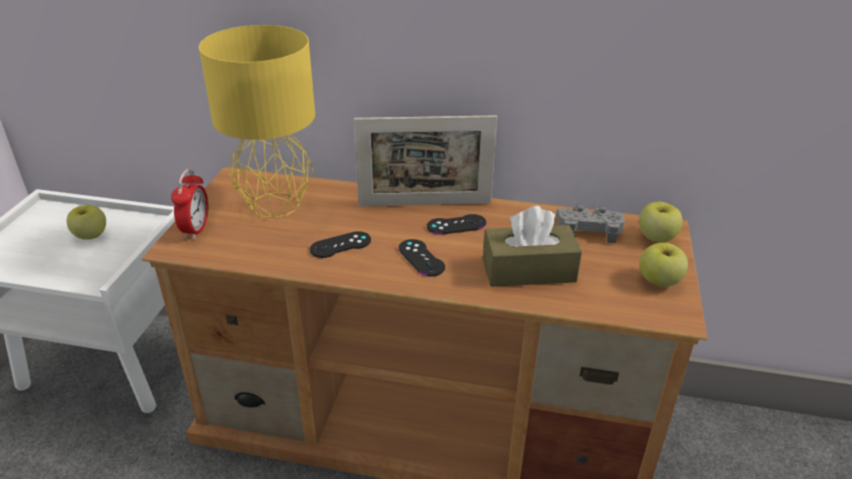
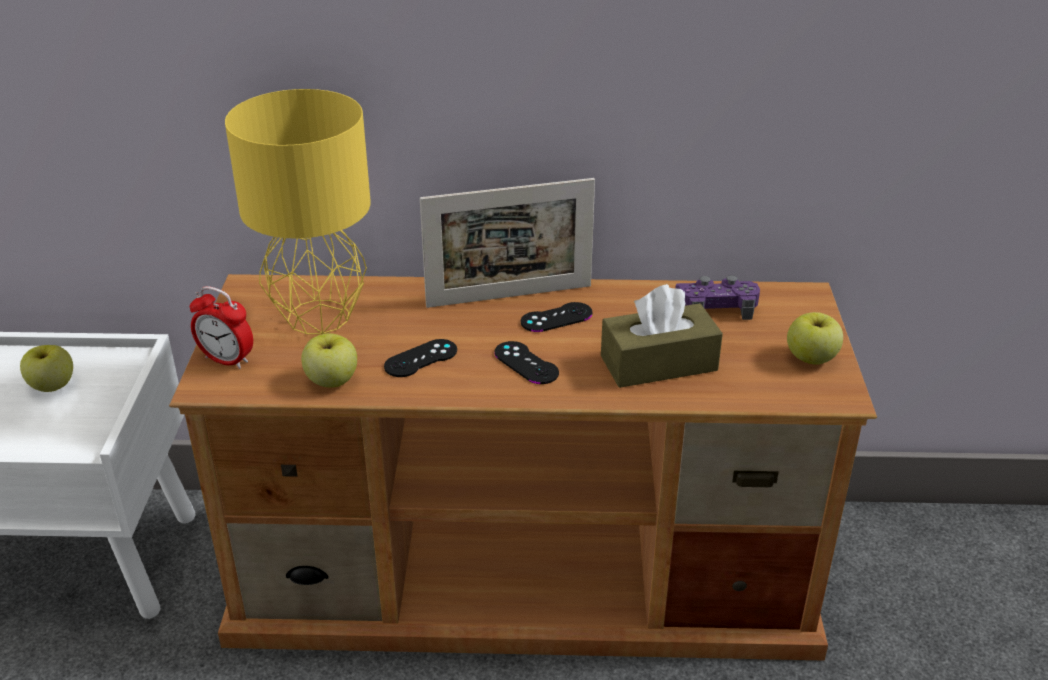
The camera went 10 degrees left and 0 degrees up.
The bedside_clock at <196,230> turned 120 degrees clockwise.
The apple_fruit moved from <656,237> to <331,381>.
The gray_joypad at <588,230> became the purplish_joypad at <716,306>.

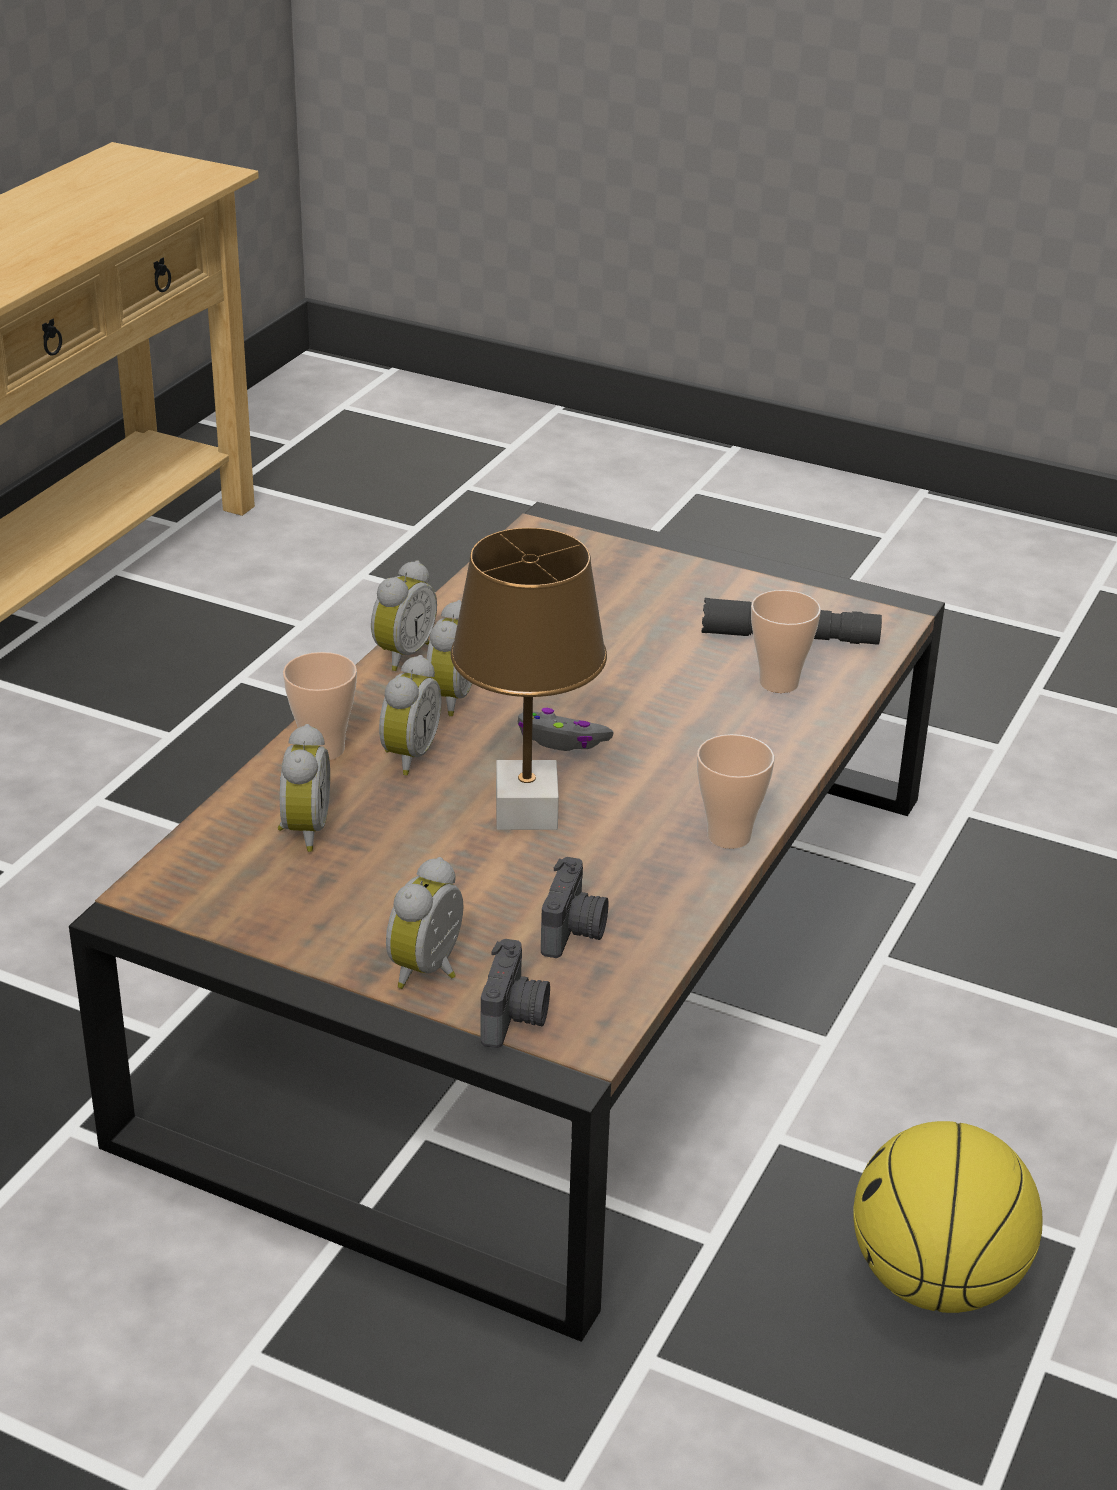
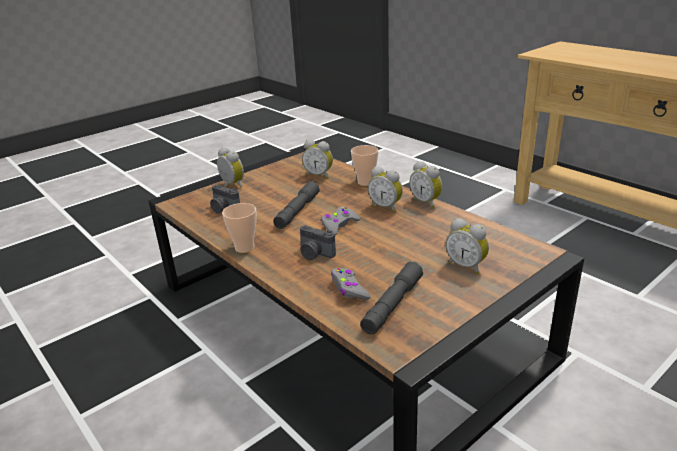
The camera went 115 degrees right and 5 degrees down.
The brown-coloured_lamp_for_a_table at <527,811> was replaced by the gray_torch at <297,211>.
The cup at <779,683> was replaced by the gray_joypad at <349,289>.
The bedside_clock moved from <406,756> to <466,266>.
The photo_camera moved from <515,1017> to <315,254>.
The ball_for_basketball at <935,1281> disappeared.

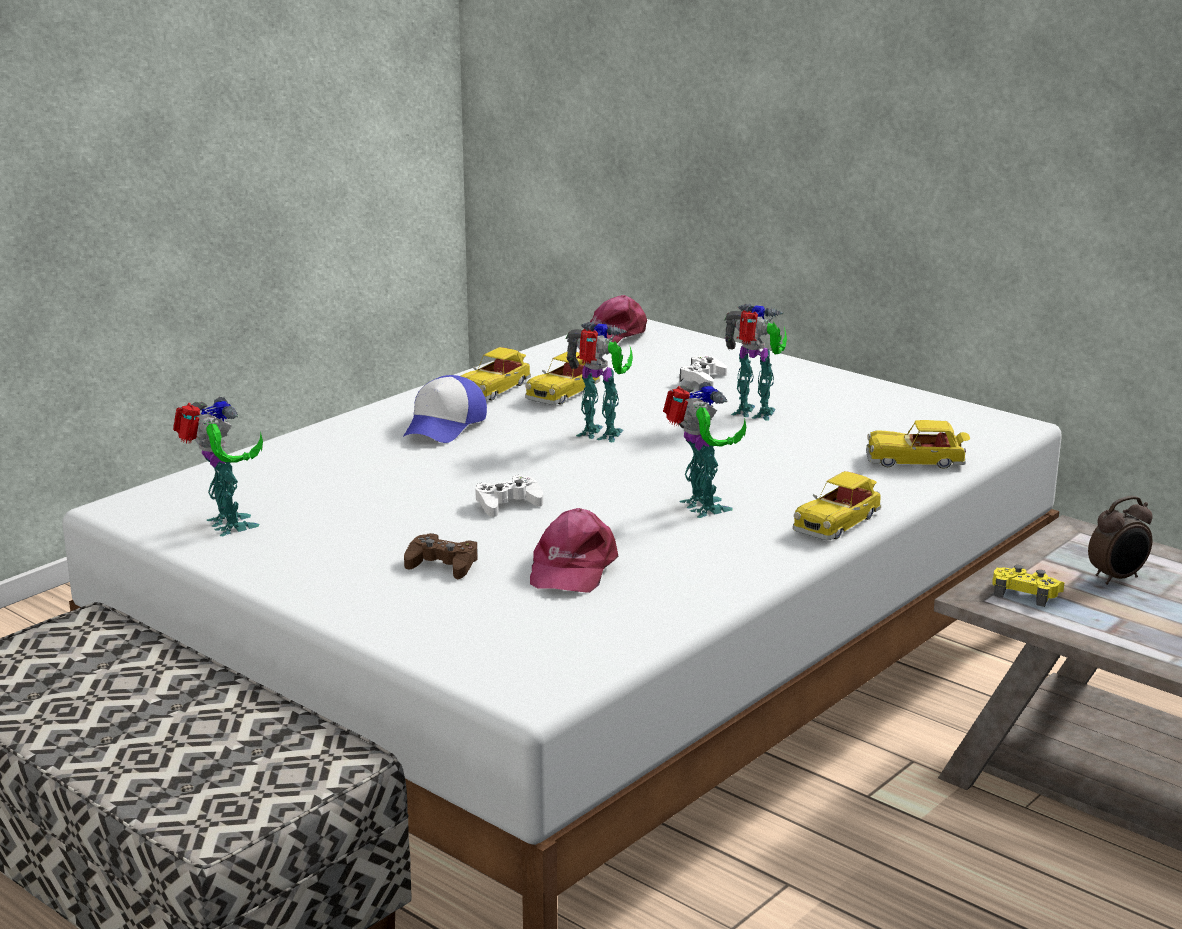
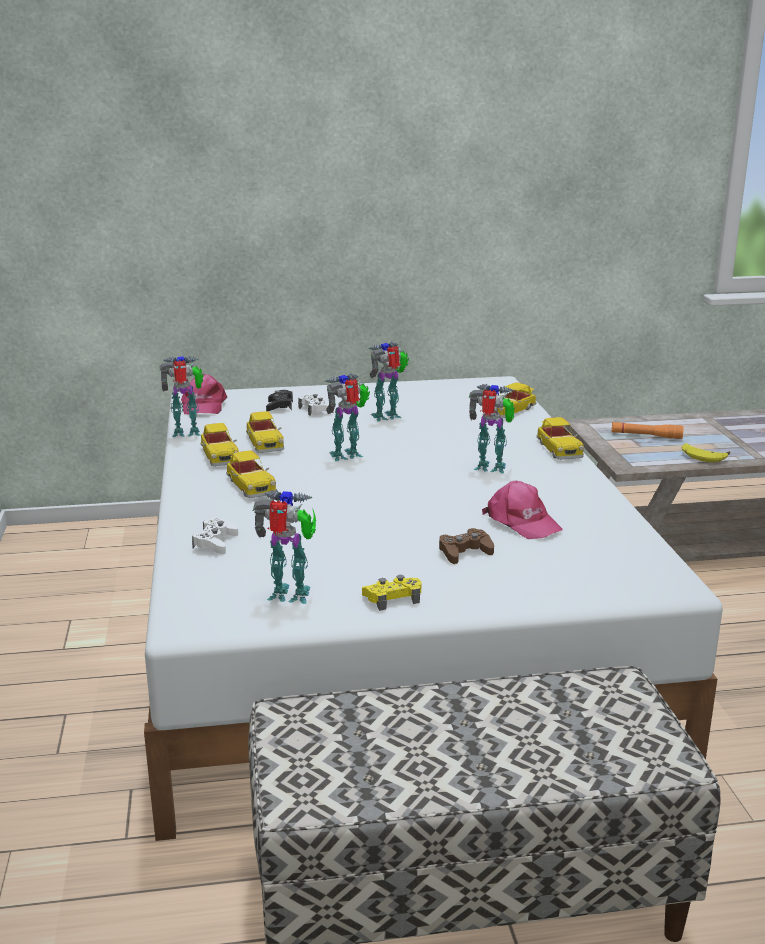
The camera went 50 degrees left and 0 degrees up.
The cap at <445,426> was replaced by the miniature_car at <250,485>.
The whitish_joypad moved from <507,504> to <215,542>.
The bedside_clock at <1117,578> was replaced by the orange_torch at <646,436>.
The yellowish_joypad moved from <1026,593> to <392,598>.
The robot_figure at <188,433> appeared.
The black-coloured_joypad at <279,406> appeared.
The whole_banana at <704,456> appeared.

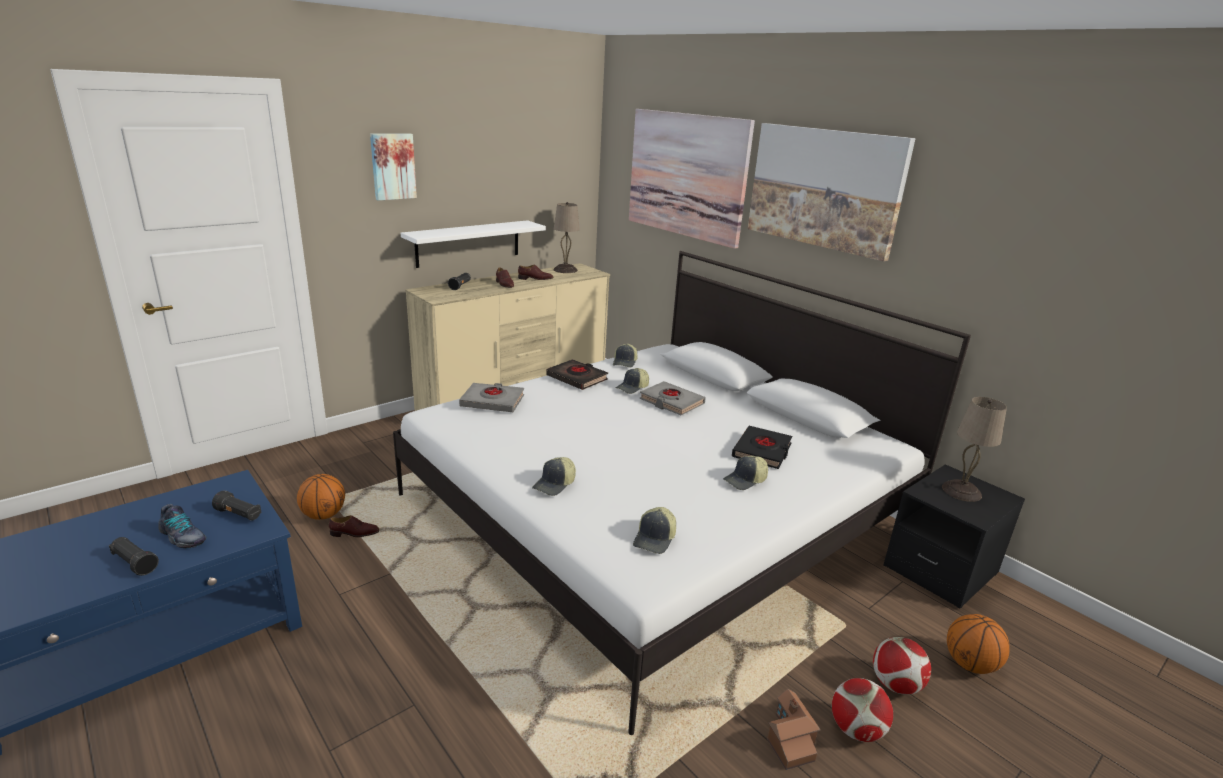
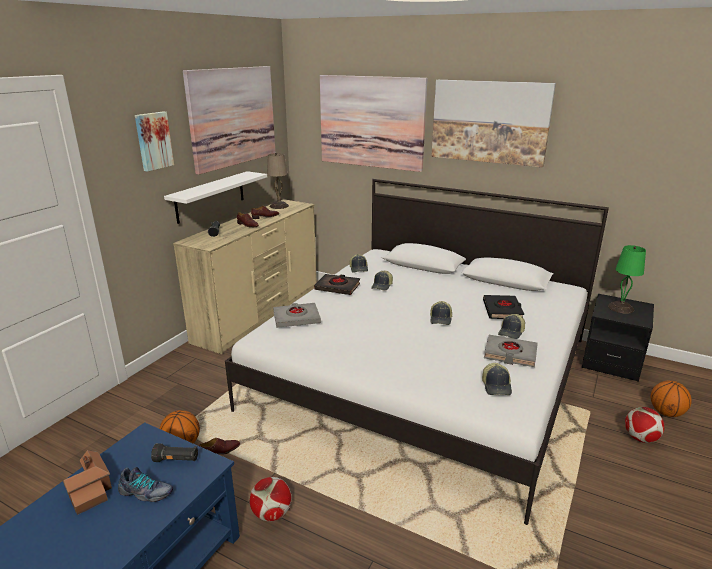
The camera went 20 degrees left and 0 degrees up.
The gray_book moved from <671,402> to <510,354>.
The beige_lamp_for_a_table at <960,491> became the green_lamp_for_a_table at <620,308>.
The cap moved from <555,484> to <441,319>.
The black-coloured_torch at <135,563> disappeared.
The football_ball moved from <856,730> to <272,514>.
The toy_house moved from <789,739> to <90,490>.
The wall_art at <233,117> appeared.

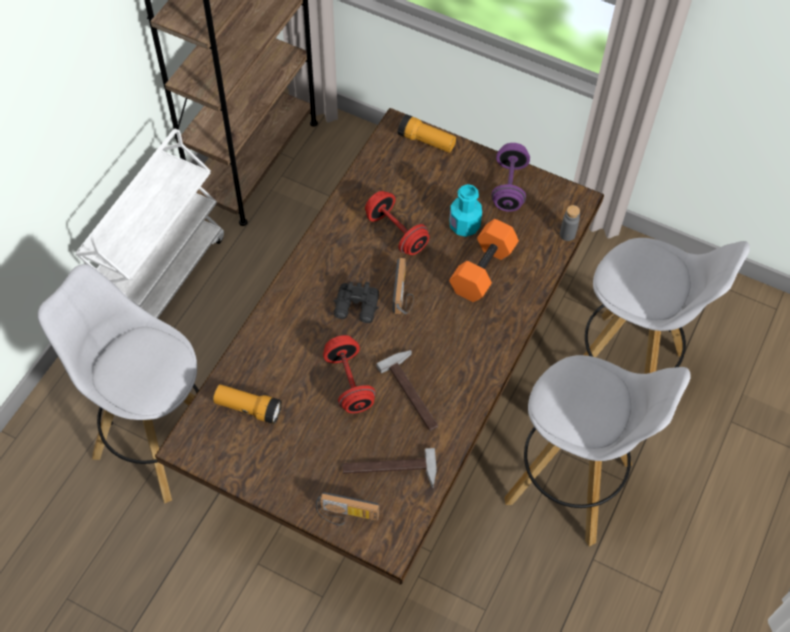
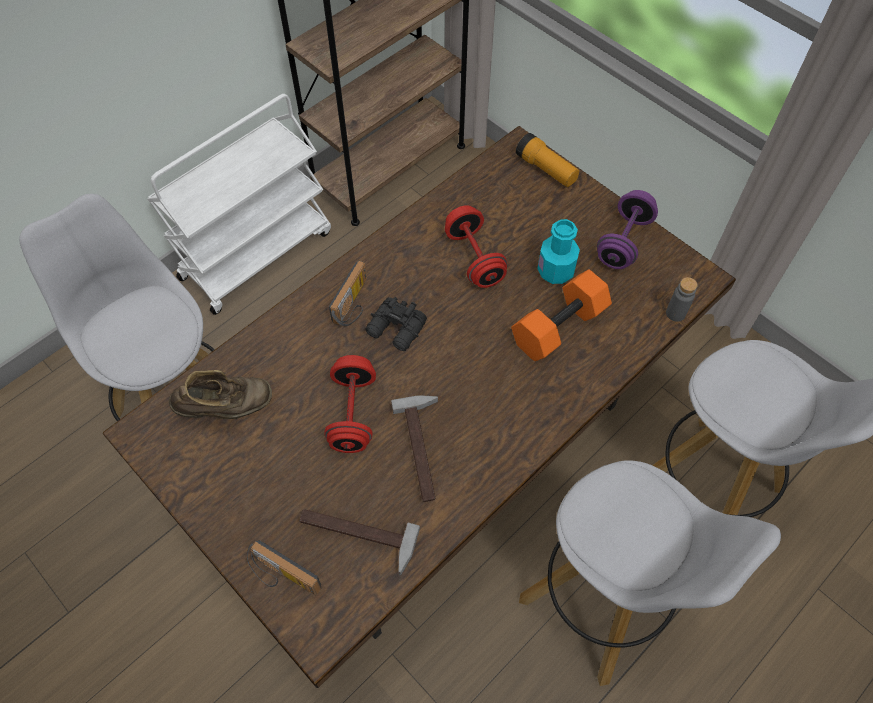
The camera went 20 degrees right and 0 degrees up.
The radio moved from <404,294> to <354,304>.
The torch at <248,408> was replaced by the brown-coloured_tall_boot at <227,409>.

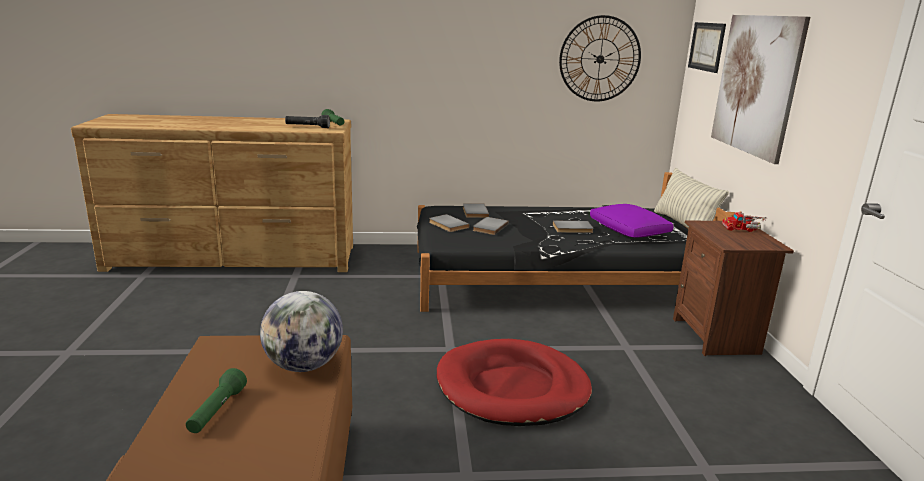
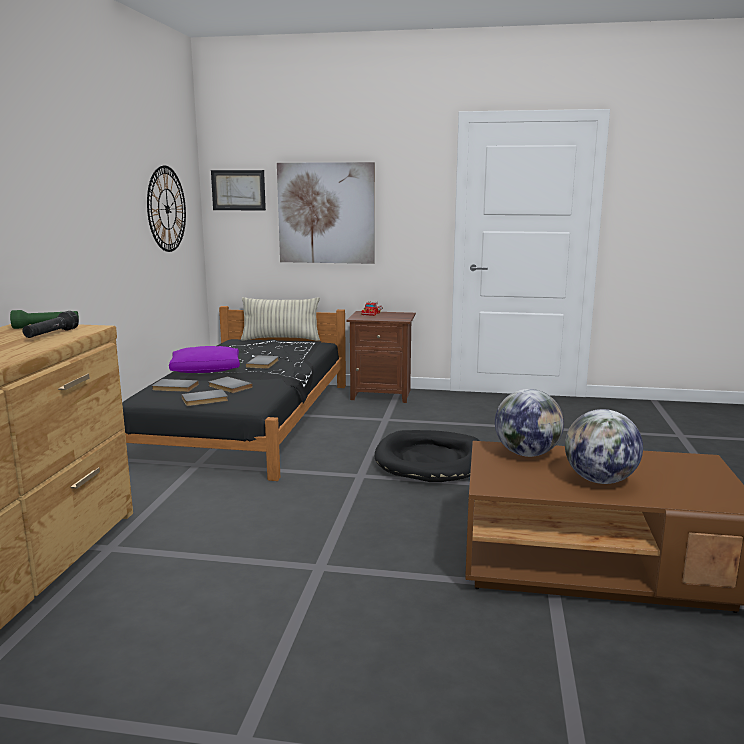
The camera went 75 degrees left and 5 degrees down.
The purplish_throw_pillow moved from <629,231> to <206,370>.
The reddish_dog_bed at <512,388> became the black-coloured_dog_bed at <431,461>.
The green_torch at <217,411> was replaced by the desk_globe at <600,480>.

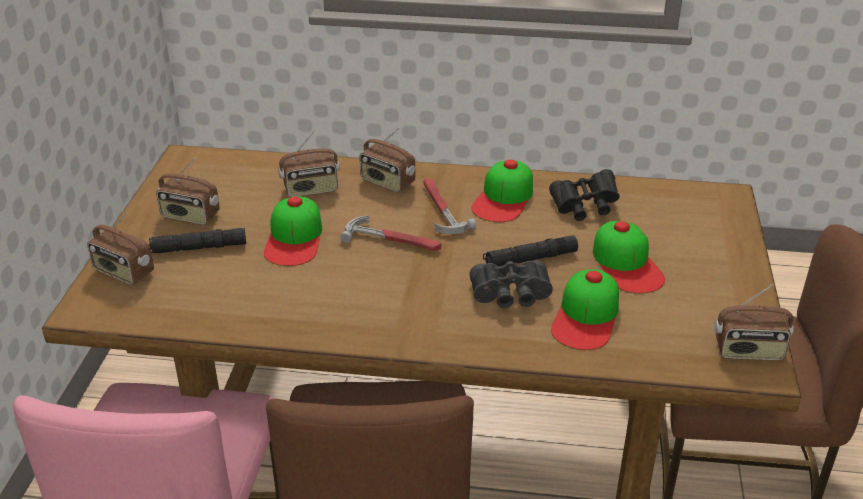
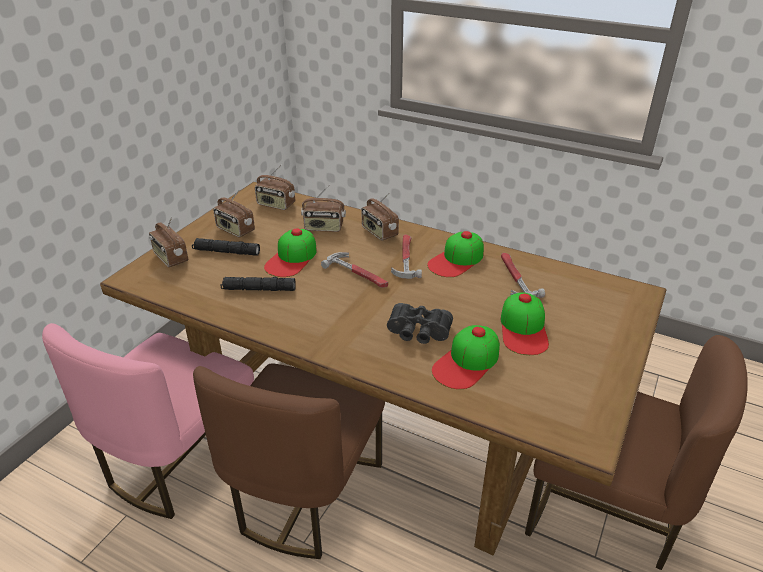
The camera went 20 degrees right and 0 degrees up.
The black-coloured_field_glasses at <584,207> was replaced by the tool_hammer at <515,278>.
The black-coloured_torch moved from <530,259> to <259,289>.
The radio moved from <748,351> to <275,205>.

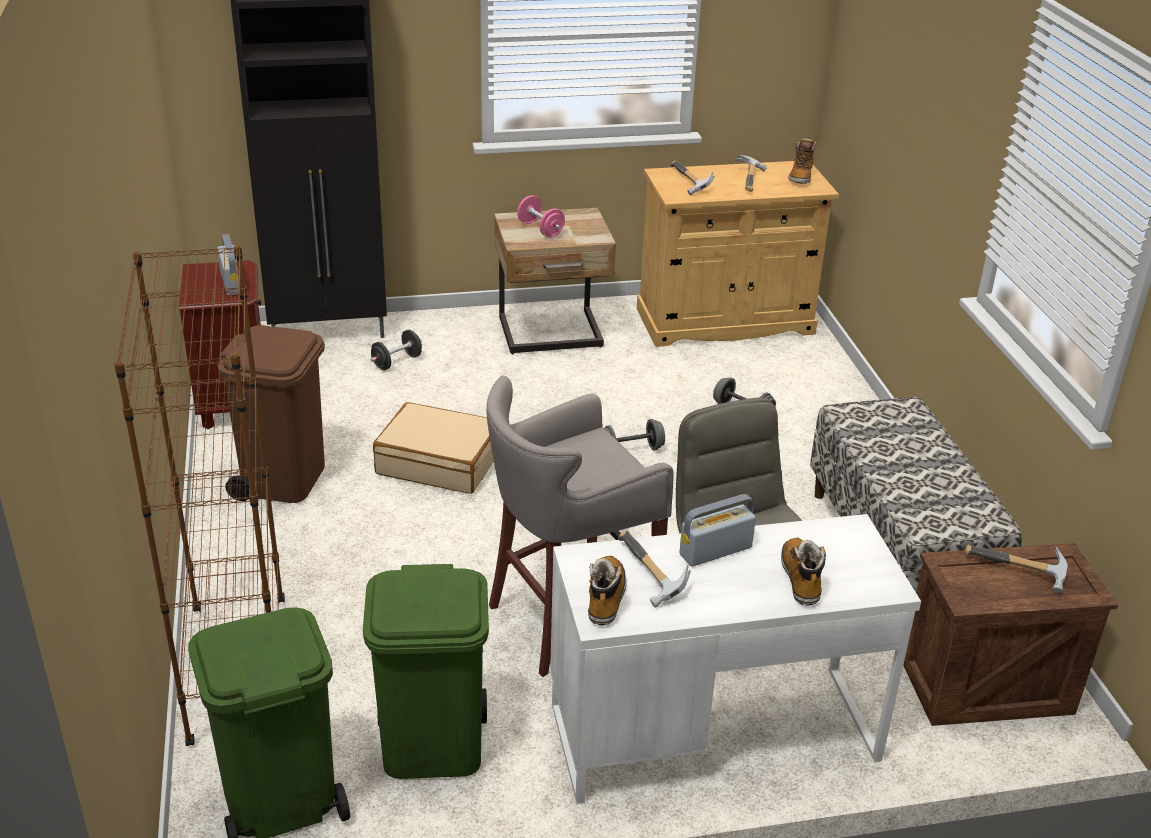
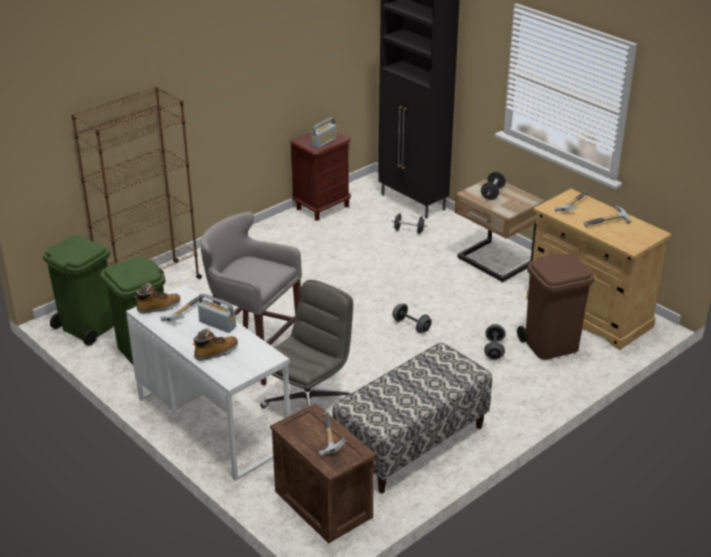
The camera went 60 degrees right and 0 degrees up.
The tall_boot at <800,177> disappeared.
The pinkish_dumbbell at <540,229> became the black-coloured_dumbbell at <492,193>.
The brown-coloured_trash_can moved from <284,479> to <551,345>.
The beige_piece_of_luggage at <439,462> disappeared.

